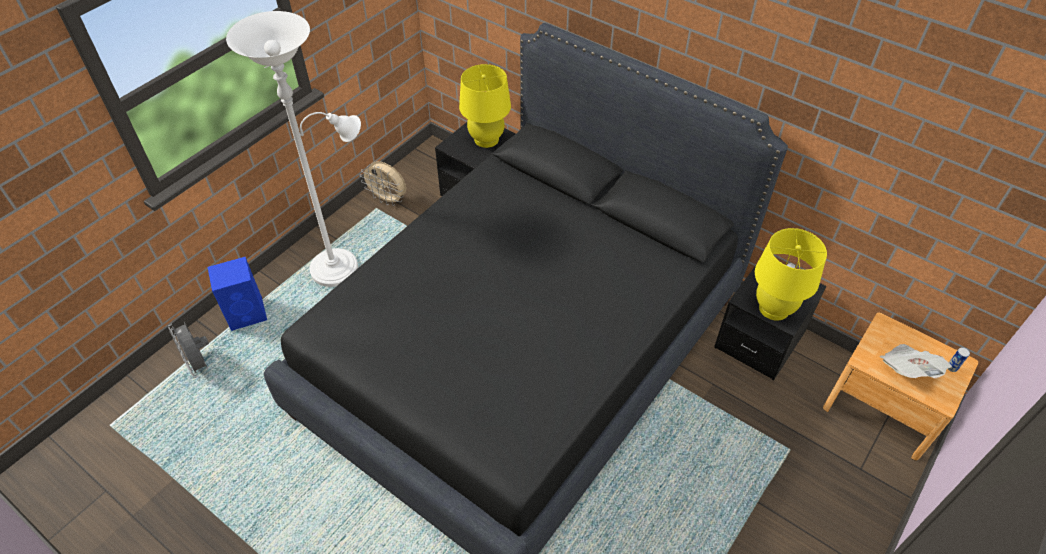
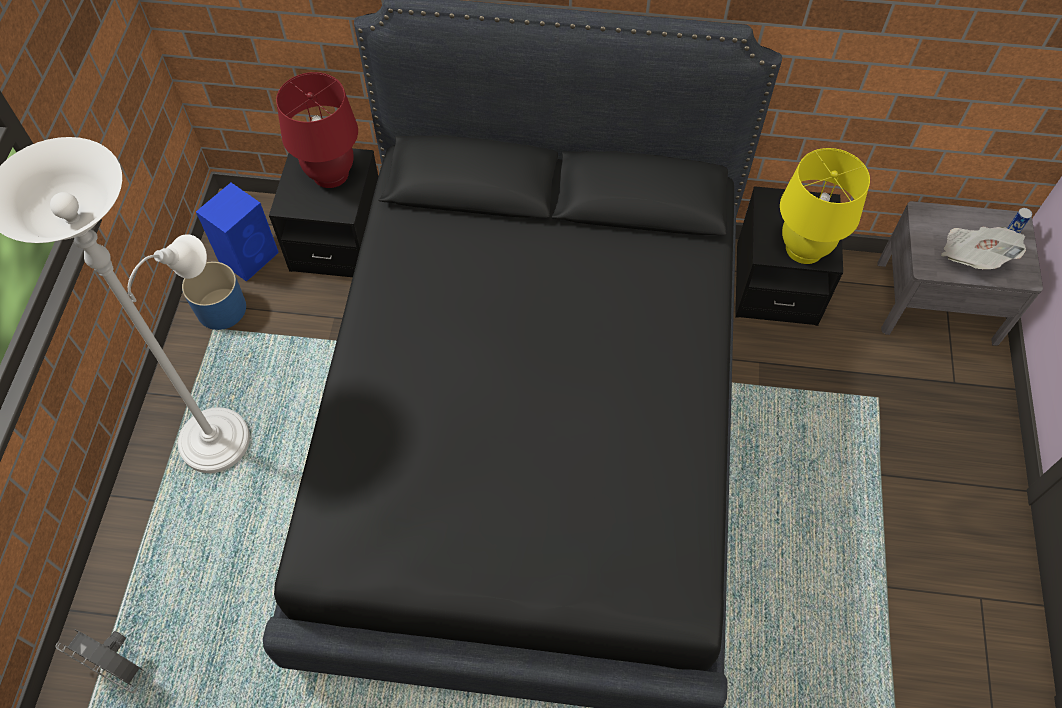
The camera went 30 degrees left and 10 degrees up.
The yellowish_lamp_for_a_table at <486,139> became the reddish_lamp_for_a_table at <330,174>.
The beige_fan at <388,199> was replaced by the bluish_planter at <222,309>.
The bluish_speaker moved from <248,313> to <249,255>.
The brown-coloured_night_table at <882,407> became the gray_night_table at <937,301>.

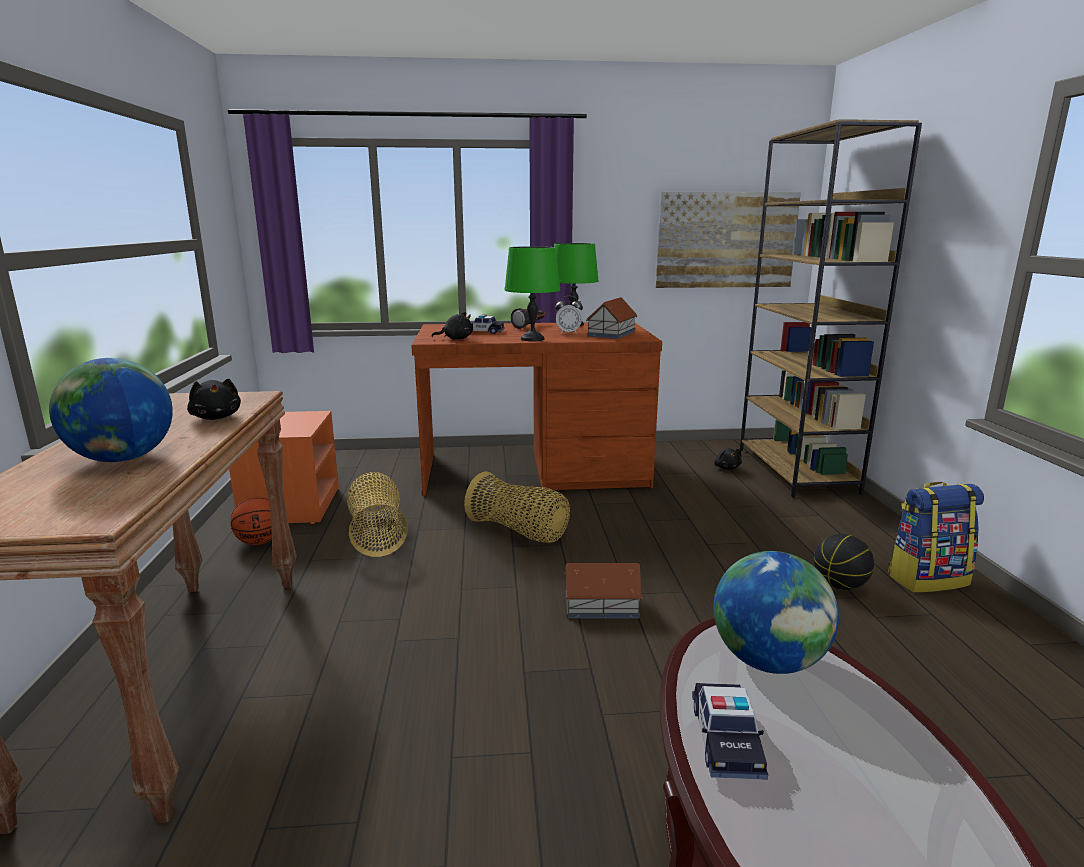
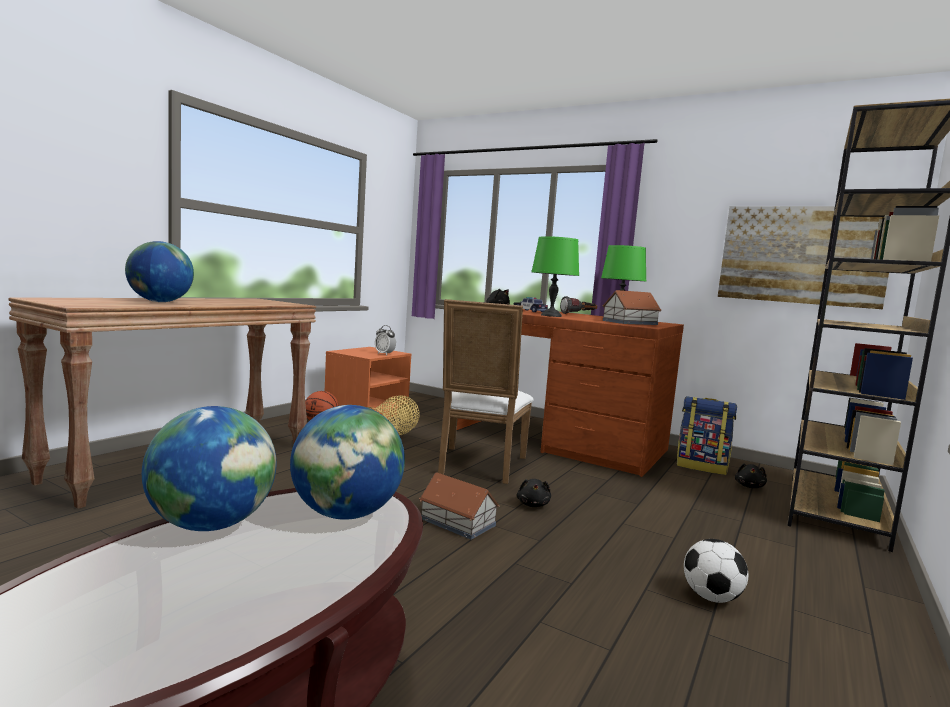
The camera went 35 degrees right and 10 degrees down.
The bedside_clock moved from <568,333> to <384,354>.
The black-coloured_plush_toy moved from <216,417> to <533,504>.
The household_basket at <519,532> was replaced by the whitish_upright_chair at <479,466>.
The rucksack moved from <927,579> to <702,467>.
The ball_for_basketball at <840,585> was replaced by the football_ball at <711,597>.
The miniature_car at <726,739> was replaced by the desk_globe at <211,525>.

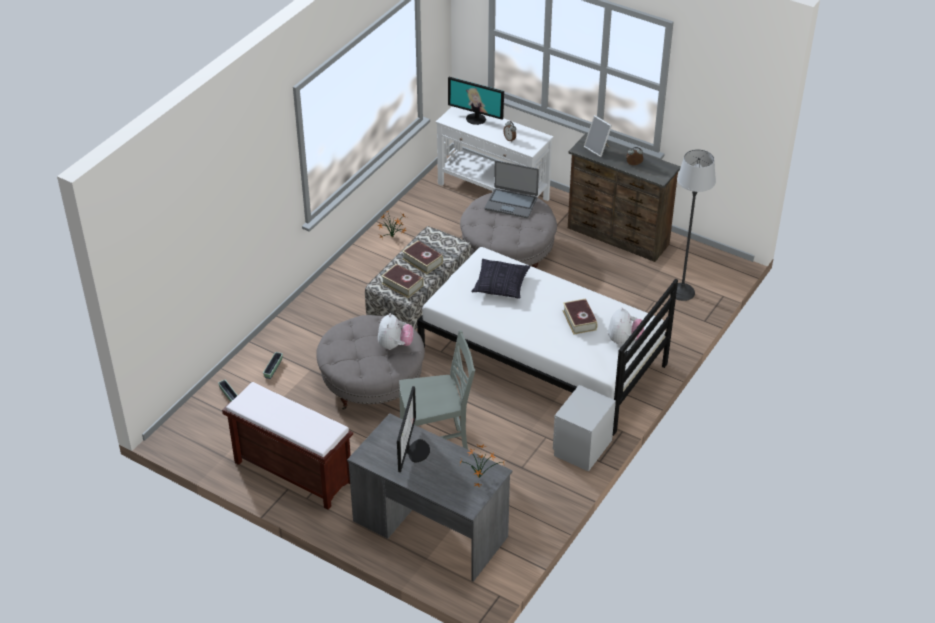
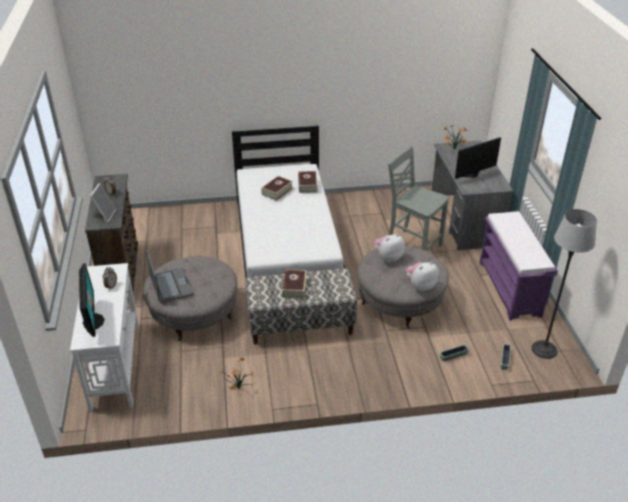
The camera went 130 degrees left and 5 degrees down.
The floor_lamp moved from <682,292> to <544,349>.
The throw_pillow at <500,285> disappeared.
The book moved from <402,284> to <307,185>.
The plush_toy moved from <624,340> to <420,286>.
The brown-coloured_bench at <292,472> became the purplish_bench at <510,289>.
The gray_night_table at <582,448> disappeared.

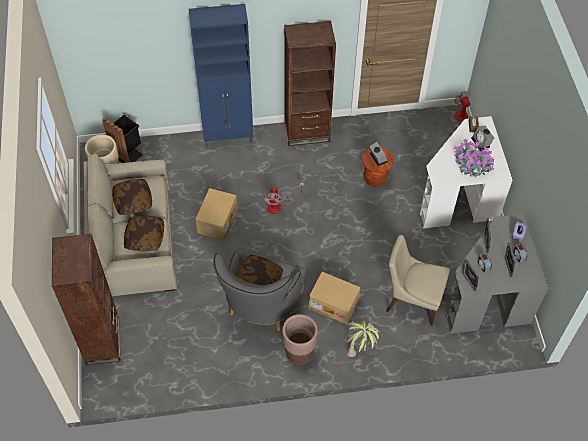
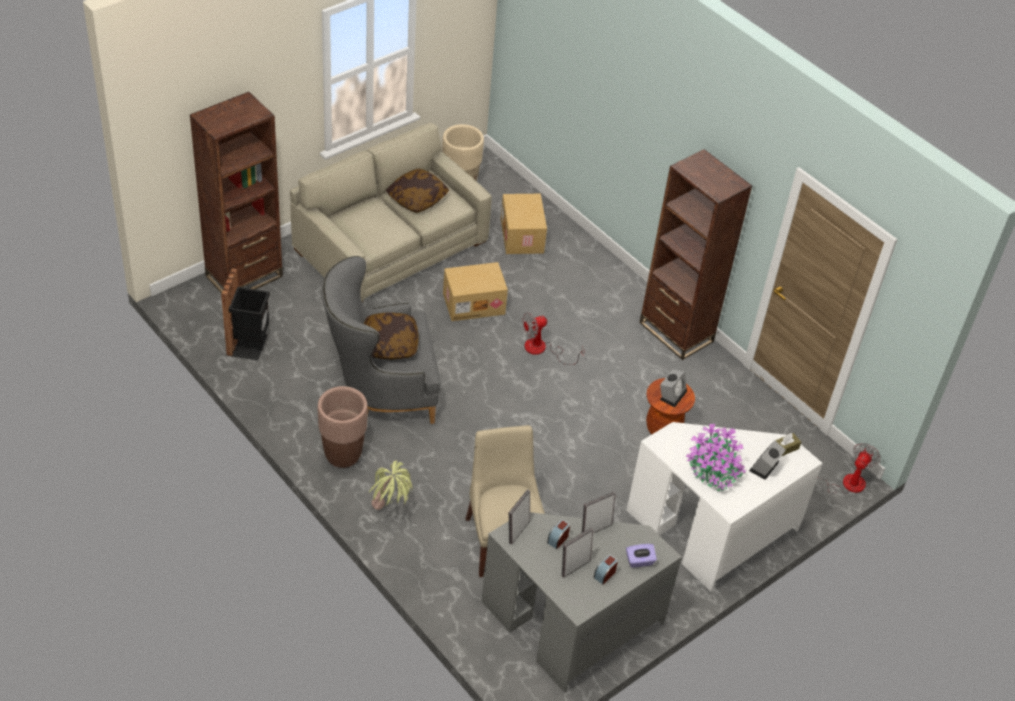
The camera went 55 degrees right and 10 degrees down.
The bluish_cupboard at <229,137> disappeared.
The black-coloured_trash_can moved from <128,153> to <249,345>.
The throw_pillow at <145,237> disappeared.
The packing_box moved from <334,303> to <523,236>.

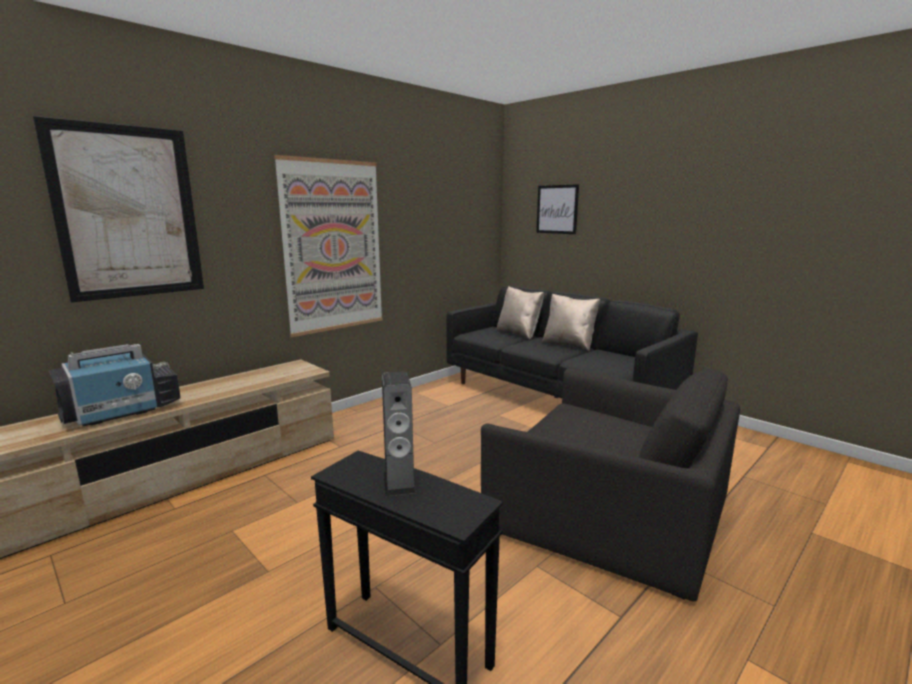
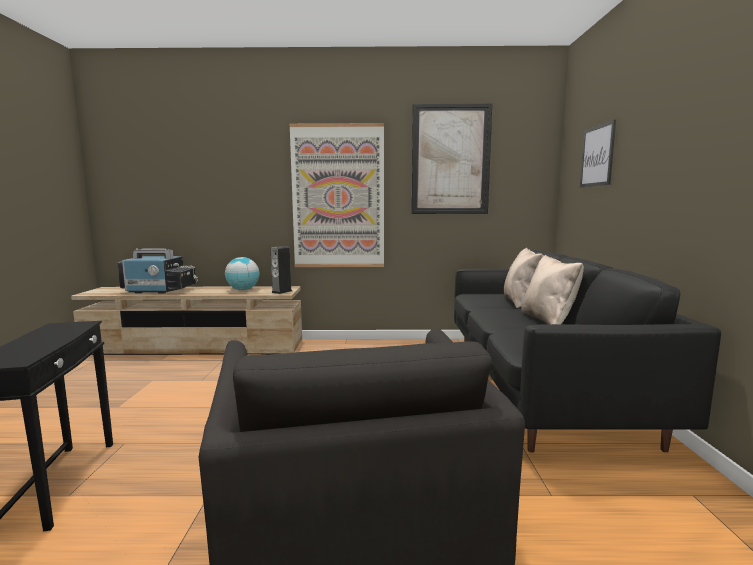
The camera went 45 degrees right and 5 degrees down.
The wall_art moved from <128,213> to <450,160>.
The speaker moved from <399,482> to <282,291>.
The desk_globe at <243,289> appeared.

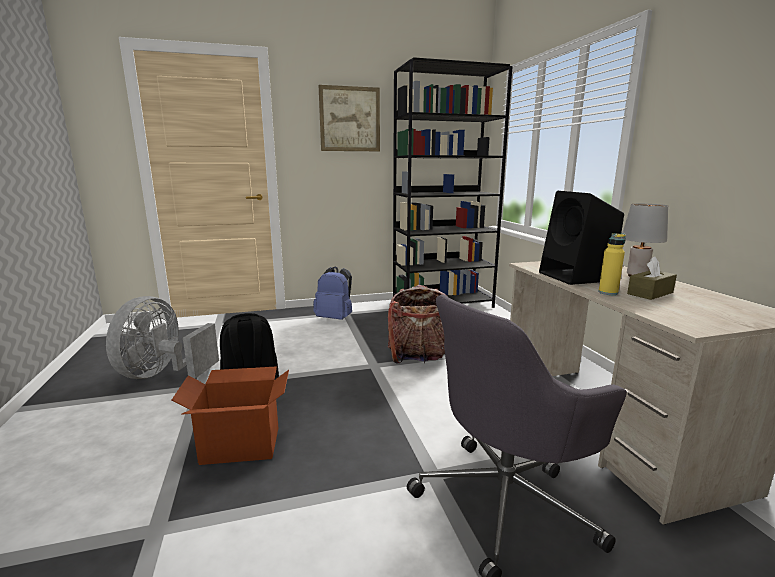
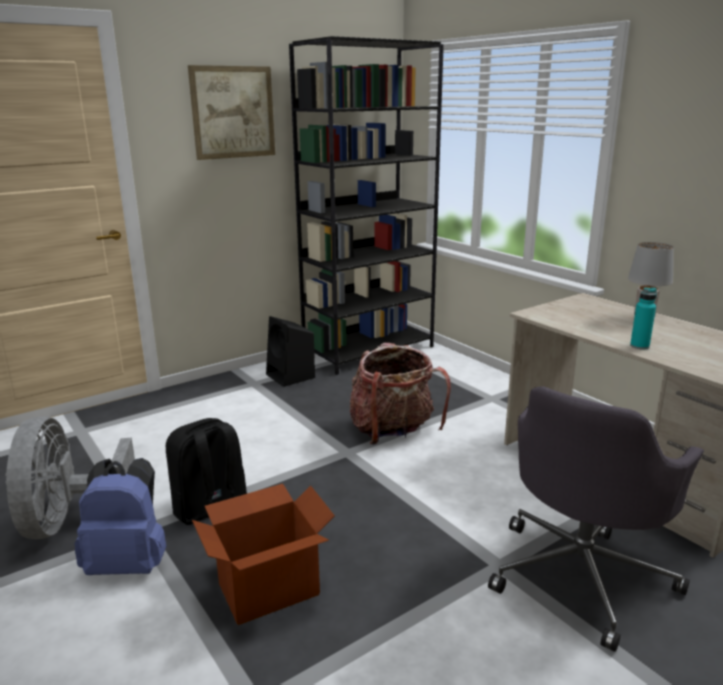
The camera went 20 degrees left and 5 degrees up.
The black-coloured_speaker moved from <576,277> to <291,376>.
The yellowish_drink_bottle at <608,292> became the turquoise_drink_bottle at <639,346>.
The brown-coloured_tissue_box at <650,293> disappeared.
The bluish_rucksack moved from <335,318> to <129,563>.

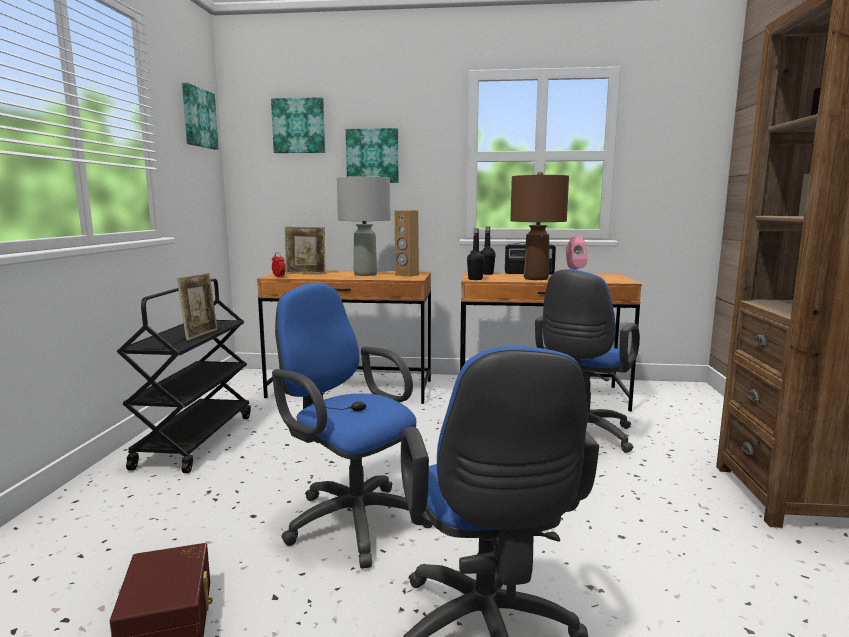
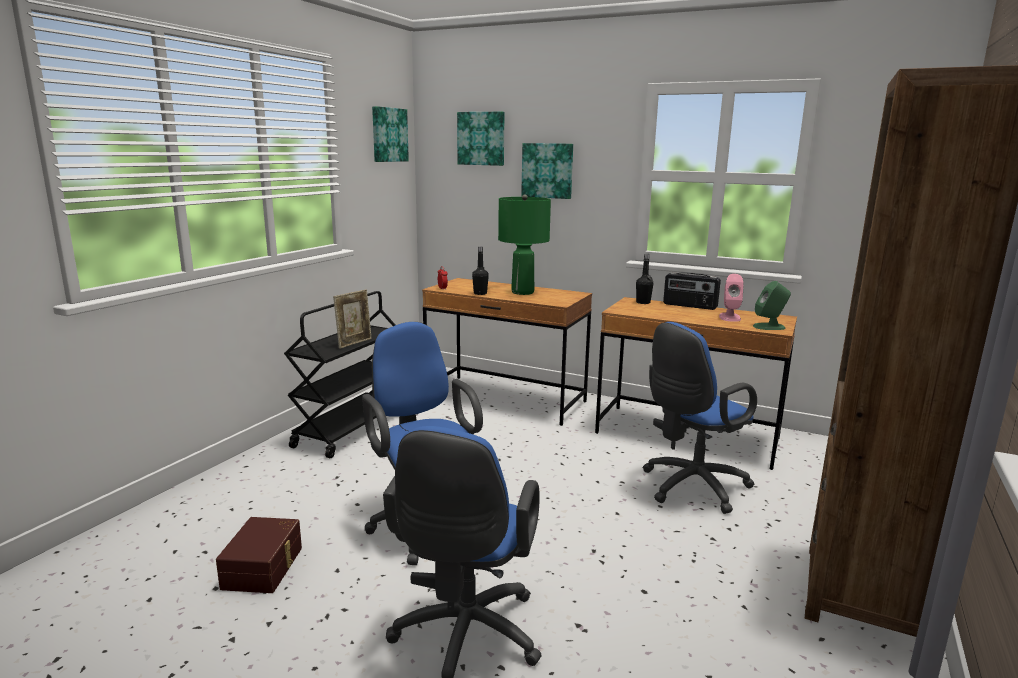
The camera went 20 degrees right and 5 degrees up.
The brown-coloured_lamp_for_a_table at <536,278> disappeared.
The gray_lamp_for_a_table at <365,274> became the green_lamp_for_a_table at <522,292>.
The brown-coloured_speaker at <406,275> disappeared.
The standing_frame at <306,273> disappeared.
The black-coloured_drink_bottle moved from <475,279> to <480,293>.
The green_speaker at <769,327> appeared.

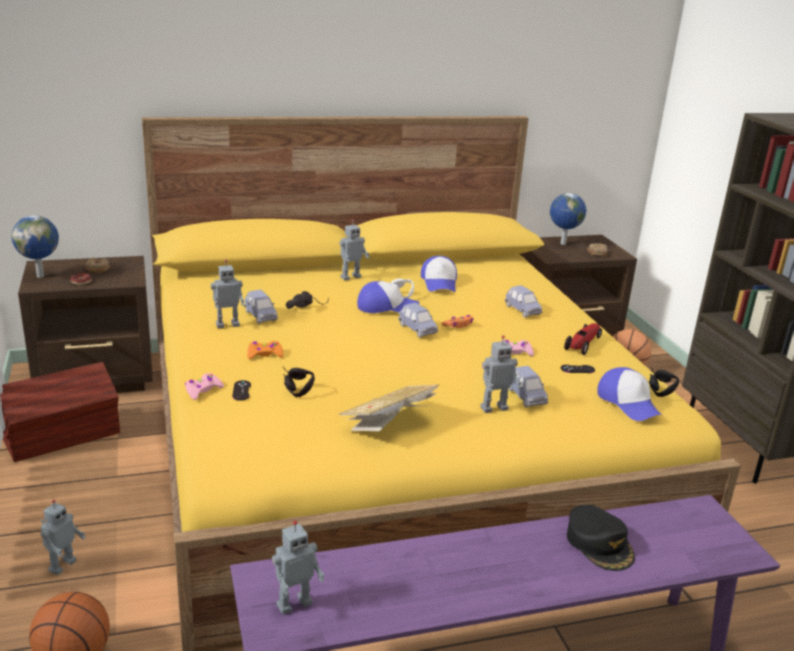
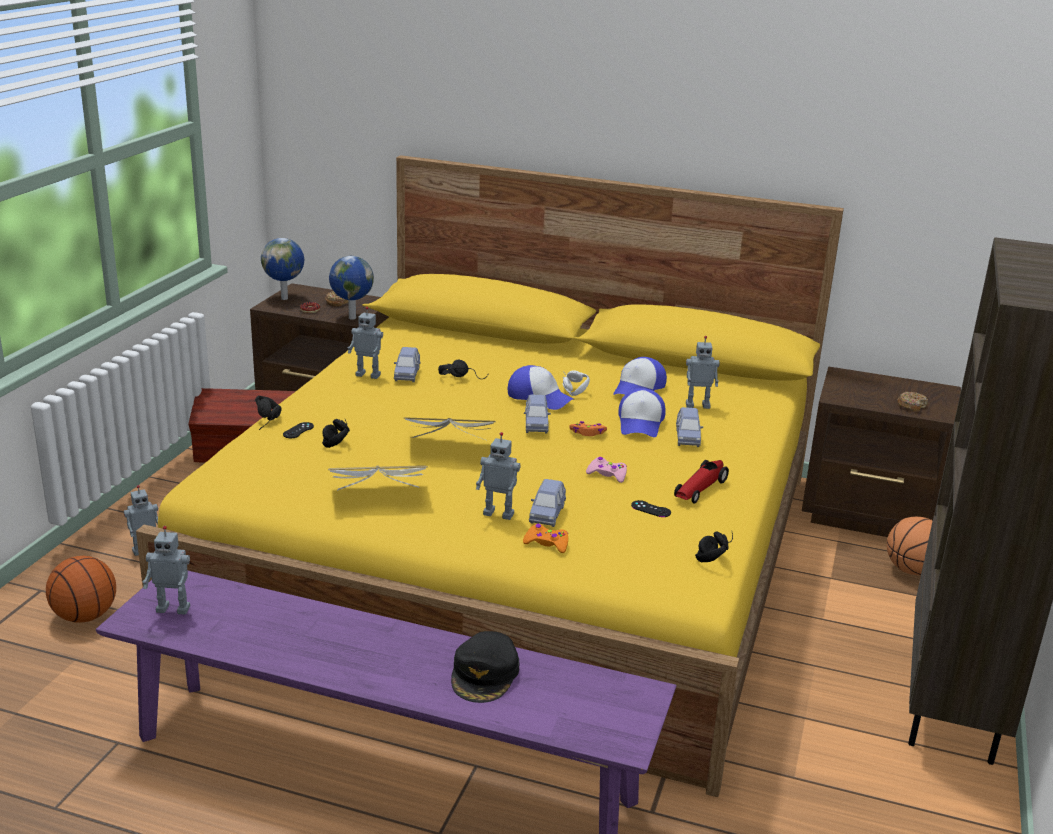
The camera went 35 degrees right and 0 degrees up.
The desk_globe moved from <562,244> to <351,318>.
The robot_figure moved from <350,277> to <697,405>.
The miniature_car at <583,344> turned 150 degrees clockwise.
The orange_joypad moved from <264,354> to <546,543>.
The cap moved from <628,403> to <640,423>.
The pinkish_joypad at <203,390> was replaced by the black-coloured_headset at <270,421>.
The book at <449,445> appeared.

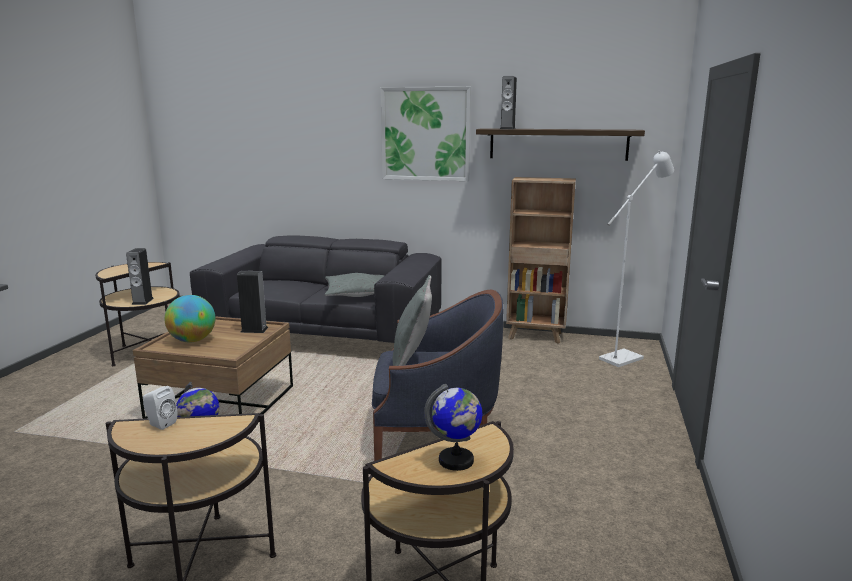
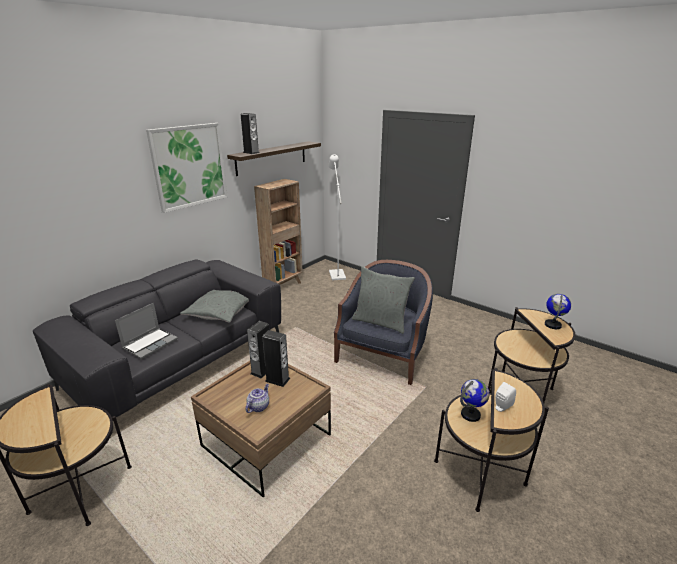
The camera went 65 degrees left and 10 degrees up.
The speaker moved from <142,301> to <277,379>.
The desk_globe at <192,340> was replaced by the pot_for_tea at <258,406>.
The laptop at <150,343> appeared.

